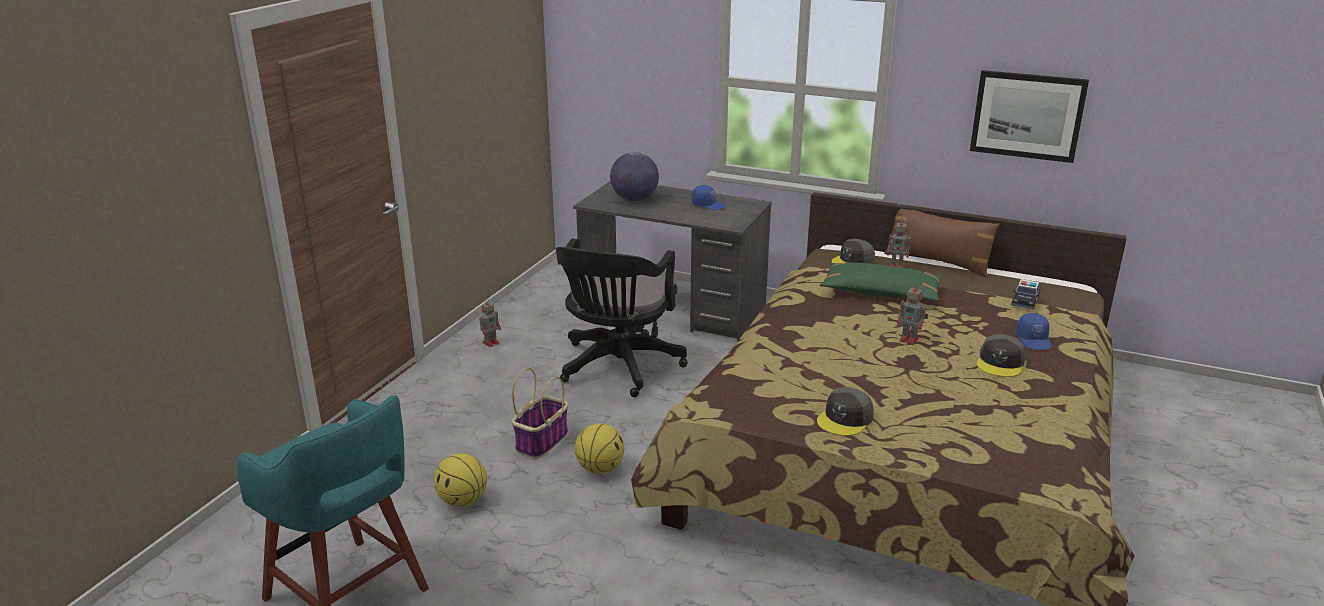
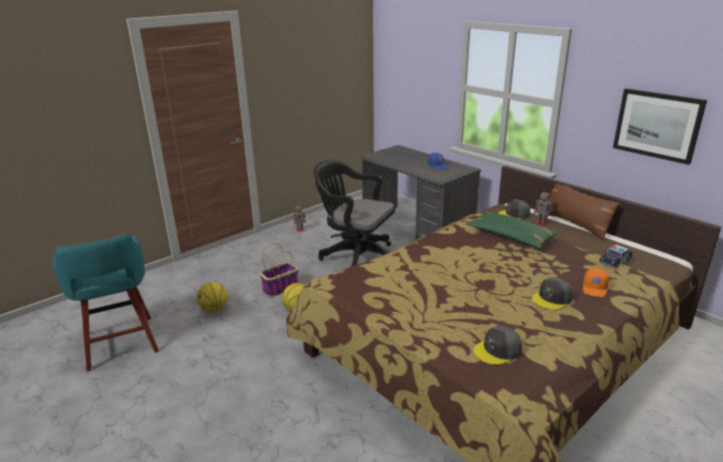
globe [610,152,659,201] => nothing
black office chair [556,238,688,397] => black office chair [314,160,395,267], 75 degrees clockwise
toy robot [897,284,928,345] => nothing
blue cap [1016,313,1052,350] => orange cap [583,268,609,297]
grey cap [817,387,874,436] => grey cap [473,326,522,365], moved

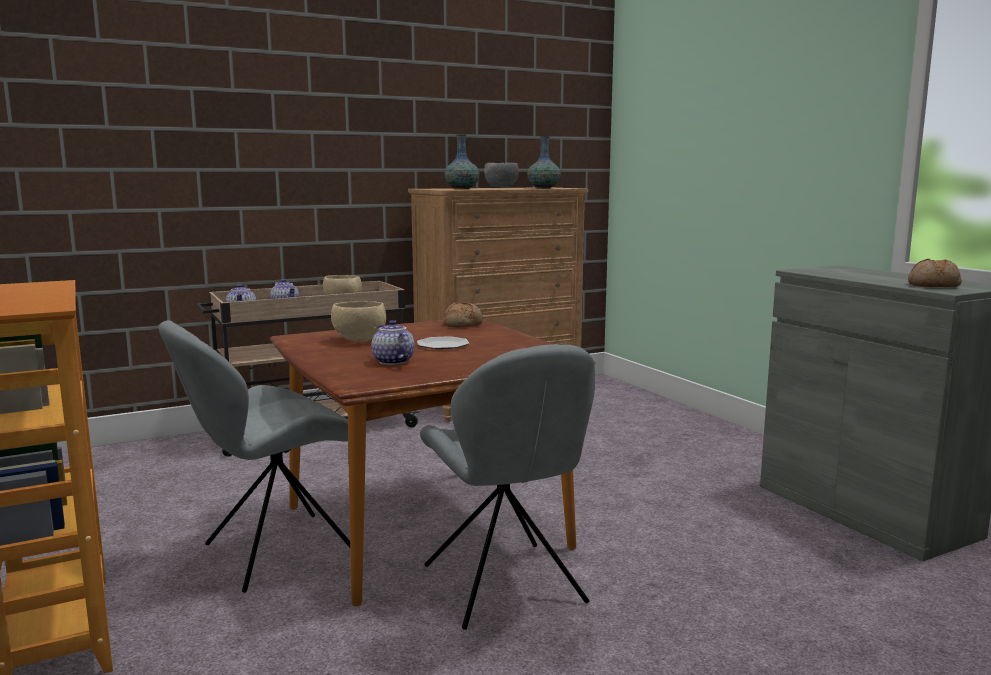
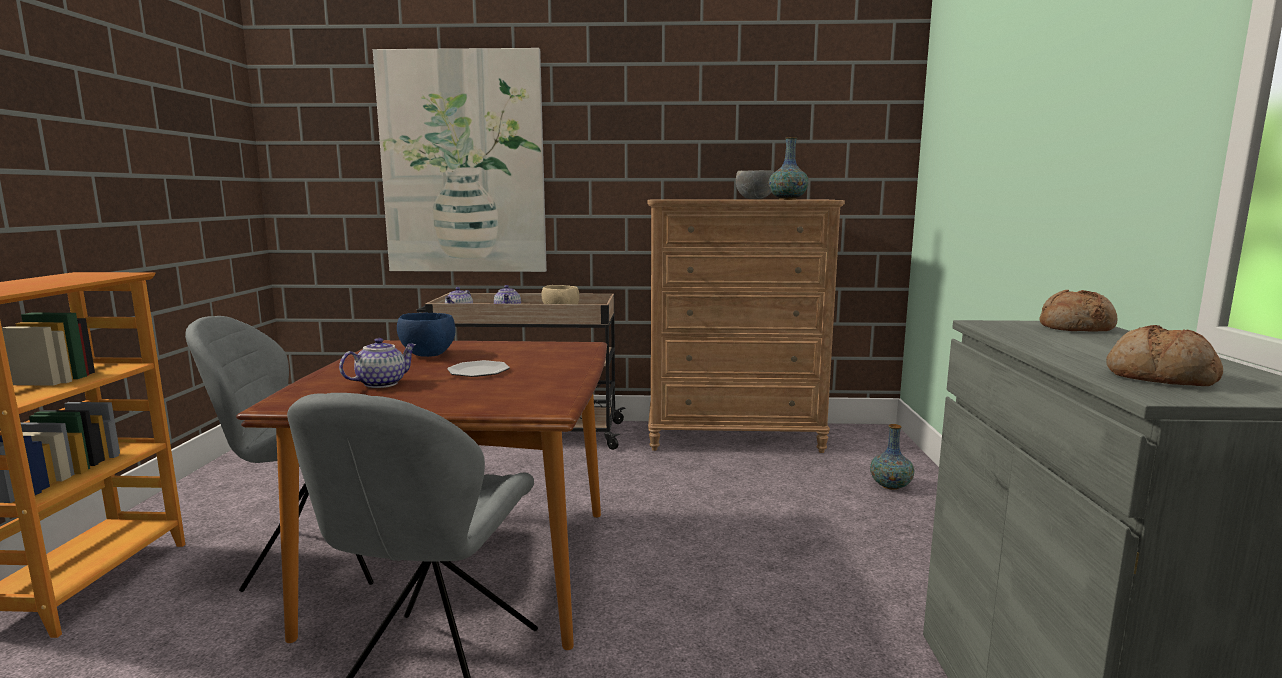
vase [445,134,480,189] => vase [870,424,914,490], moved
beige bowl [331,301,386,342] => blue bowl [397,313,456,357]
bread [443,302,483,327] => bread [1039,290,1118,332], moved
teapot [371,320,415,365] => teapot [339,338,417,388], 45 degrees clockwise
nothing => picture [373,48,547,272]

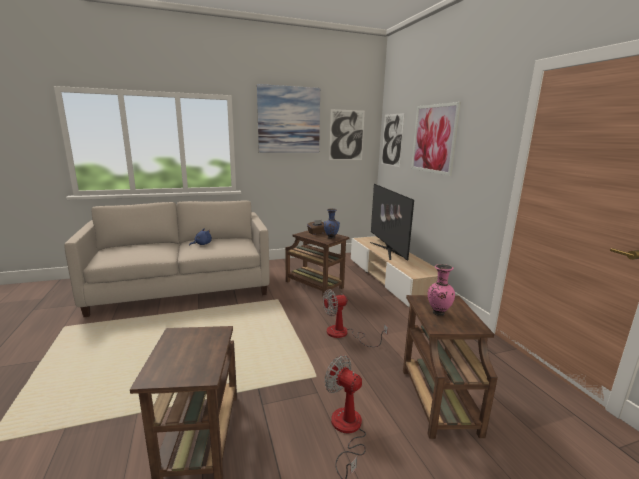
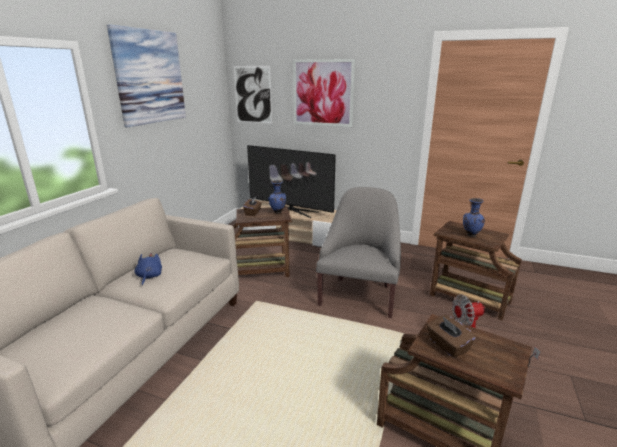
picture [329,109,365,160] => nothing
pink vase [428,264,455,316] => blue vase [463,198,485,238]
fan [323,289,388,347] => grey armchair [316,187,401,318]
nothing => brown tissue box [427,315,476,358]

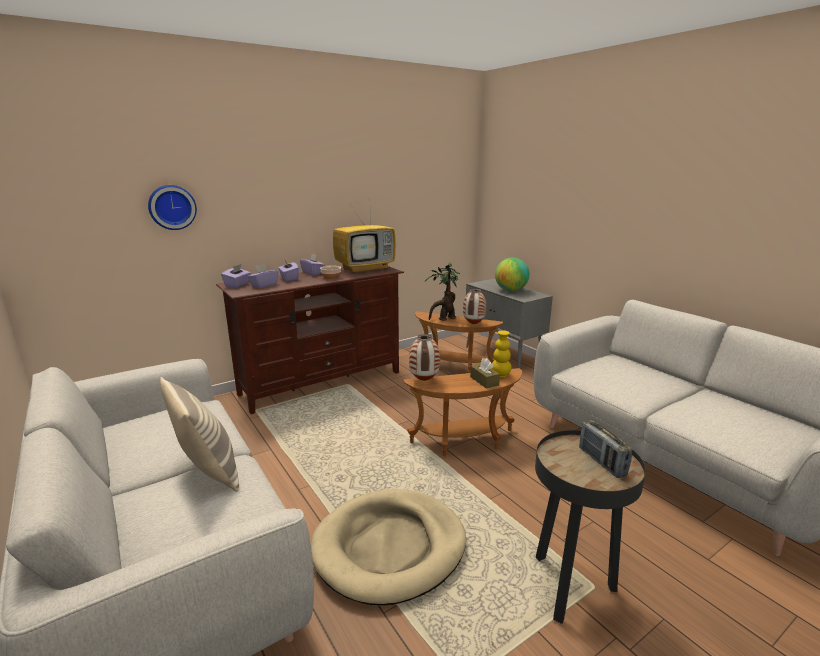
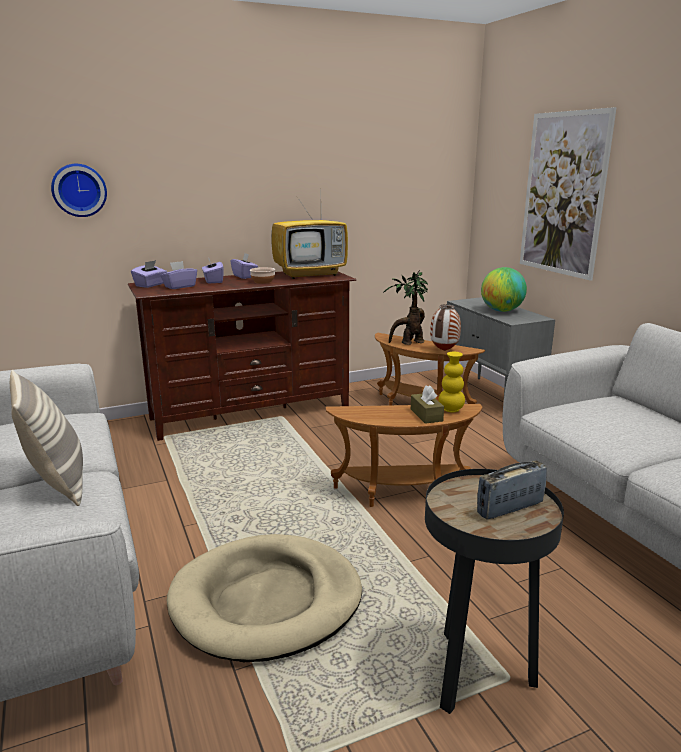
vase [409,334,440,381] => nothing
radio [579,420,632,478] => radio [477,460,547,520], 75 degrees clockwise
nothing => picture [520,107,617,281]

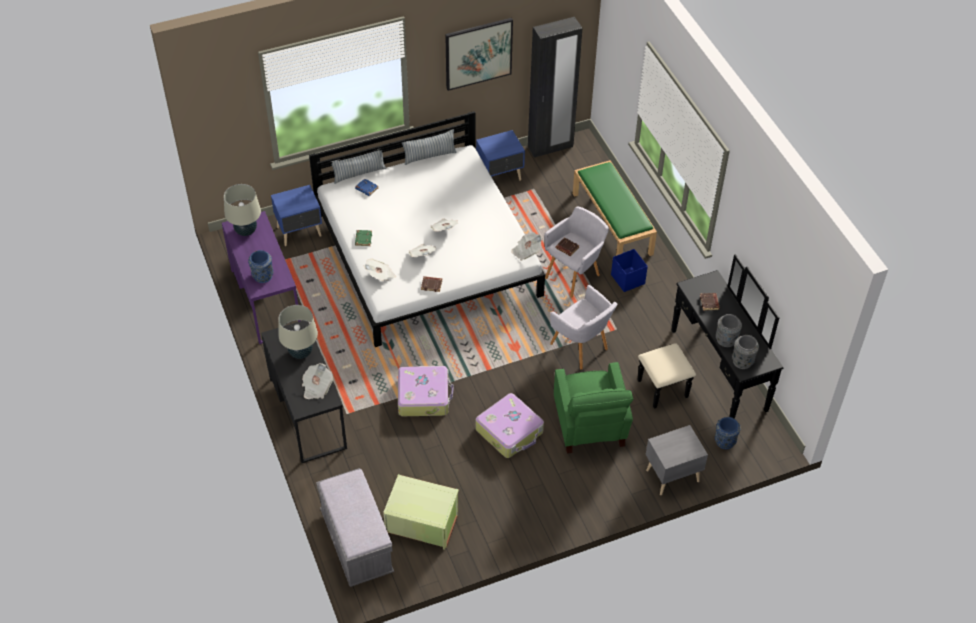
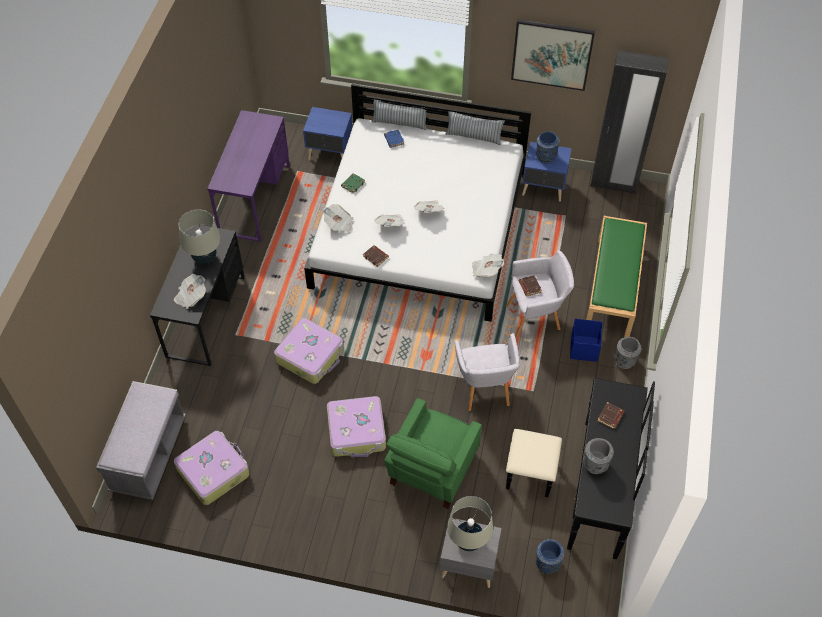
beige table lamp [224,184,261,236] => beige table lamp [447,496,493,551], moved
blue vase [248,250,273,283] => blue vase [536,131,560,164], moved
grey vase [732,335,759,369] => grey vase [614,337,641,369], moved
green storage box [383,474,459,550] => suitcase [174,431,249,505]

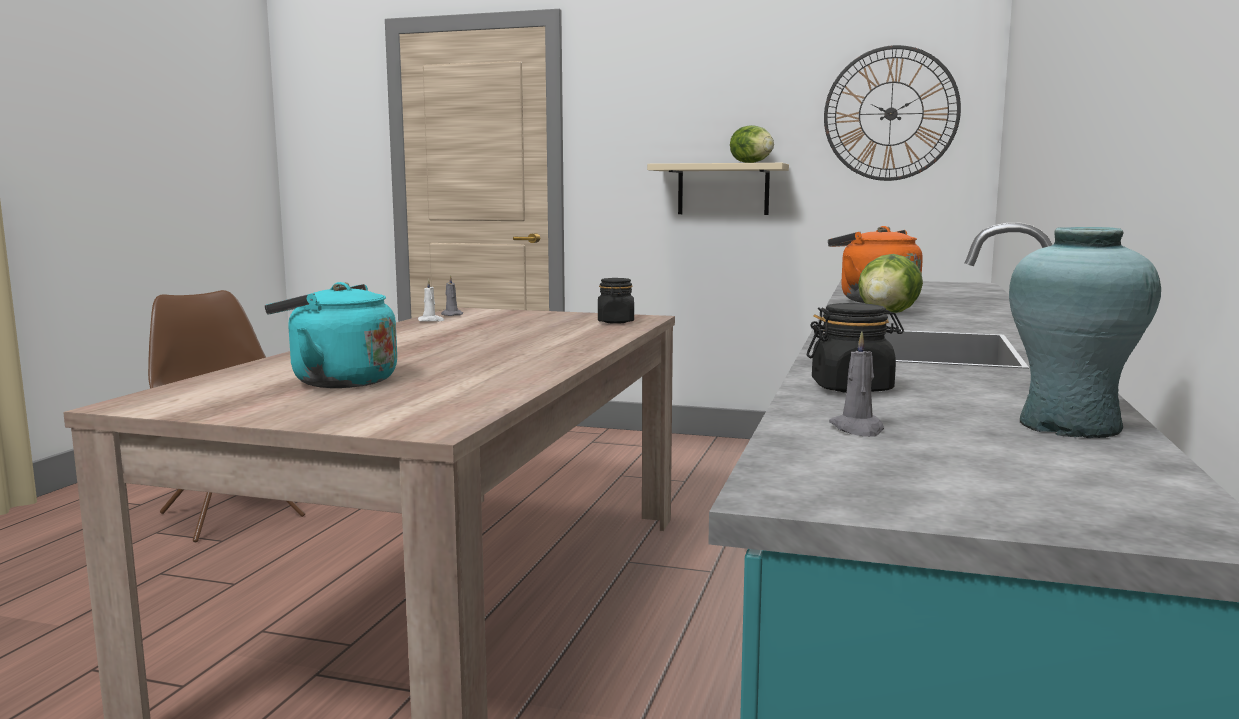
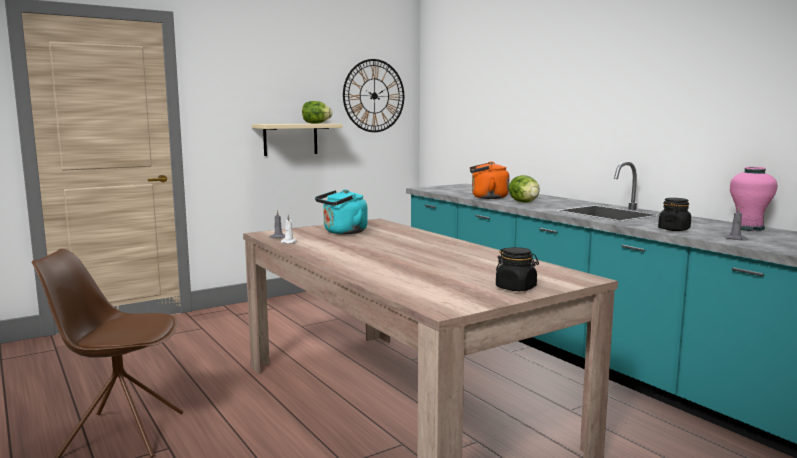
turquoise vase [1009,227,1161,438] => pink vase [730,167,777,231]
black jar [598,278,634,324] => black jar [496,247,539,291], moved
turquoise kettle [265,282,397,388] => turquoise kettle [315,189,368,234], moved

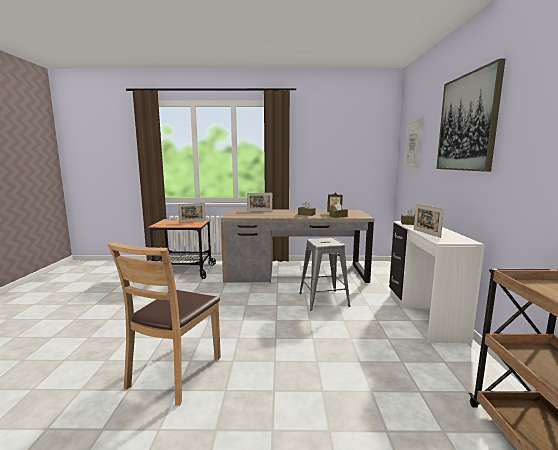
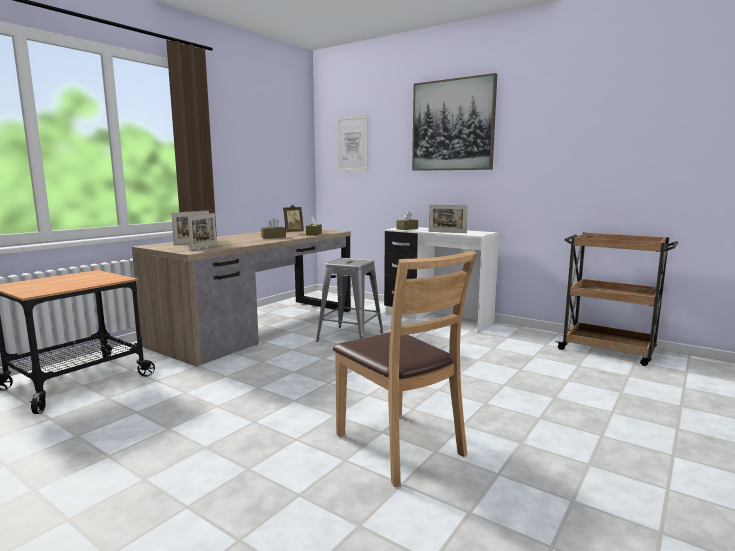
picture frame [178,203,206,223] => picture frame [188,213,217,250], moved

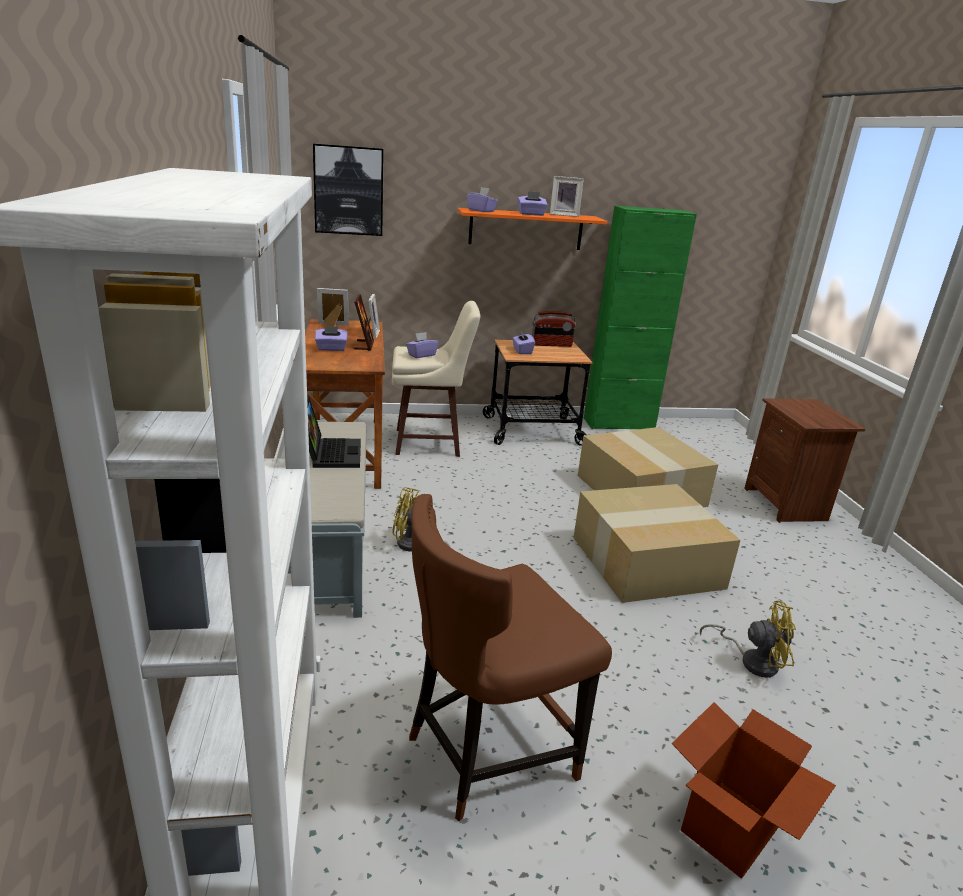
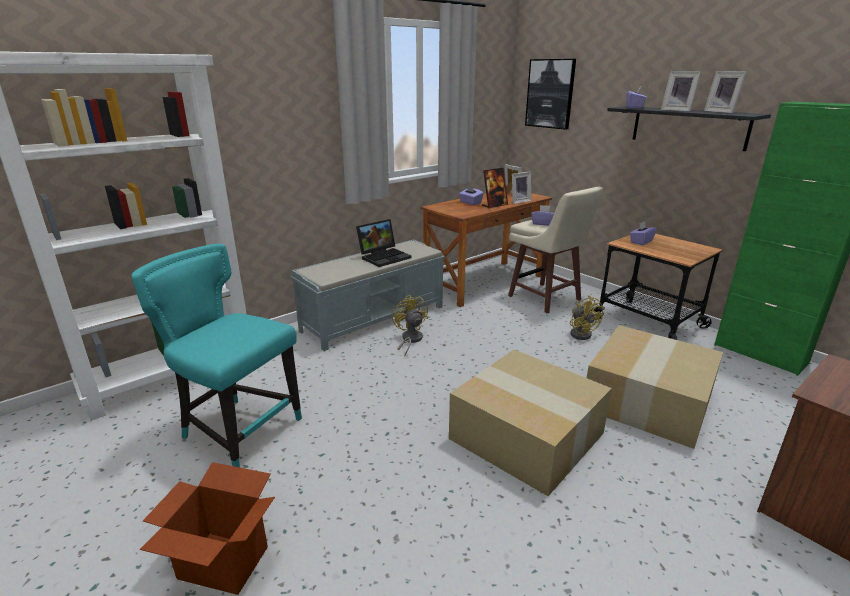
purple tissue box [518,191,548,216] => picture frame [661,71,702,112]
orange shelf [458,208,608,250] => black shelf [607,106,771,151]
radio [532,311,576,347] => nothing
brown chair [409,494,612,822] => turquoise chair [131,244,302,467]
yellow fan [700,600,796,677] => yellow fan [570,295,604,340], moved

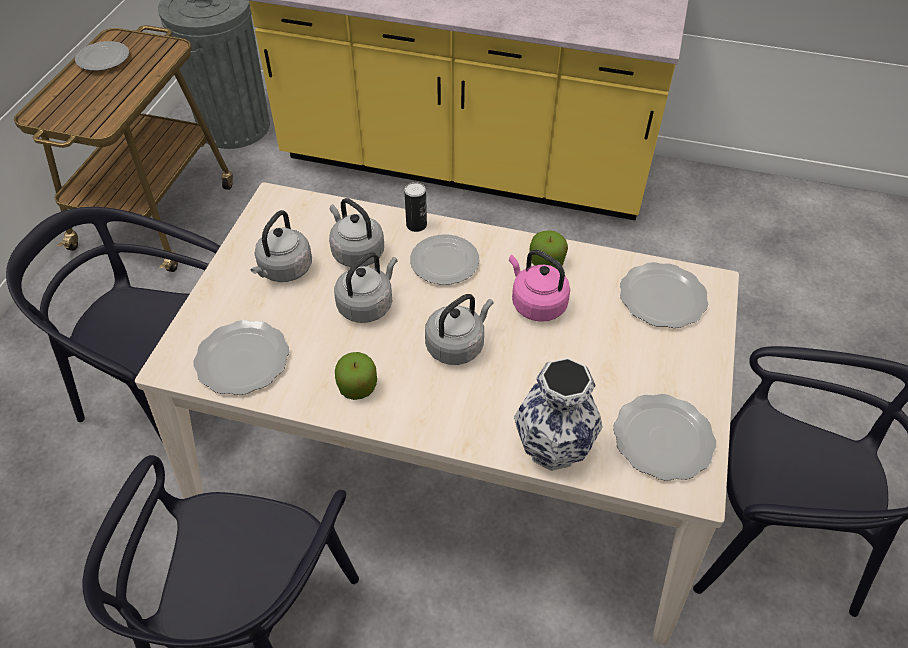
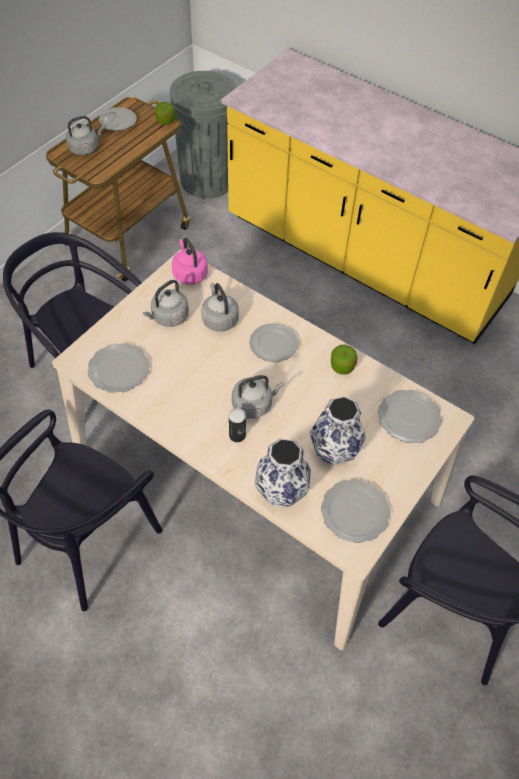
can [404,182,427,232] => can [229,408,246,442], moved
pink kettle [509,250,570,322] => pink kettle [172,238,208,285], moved
grey kettle [334,252,398,323] => grey kettle [66,116,104,155], moved
apple [335,352,377,400] => apple [155,102,175,125], moved
nothing => vase [310,396,366,466]

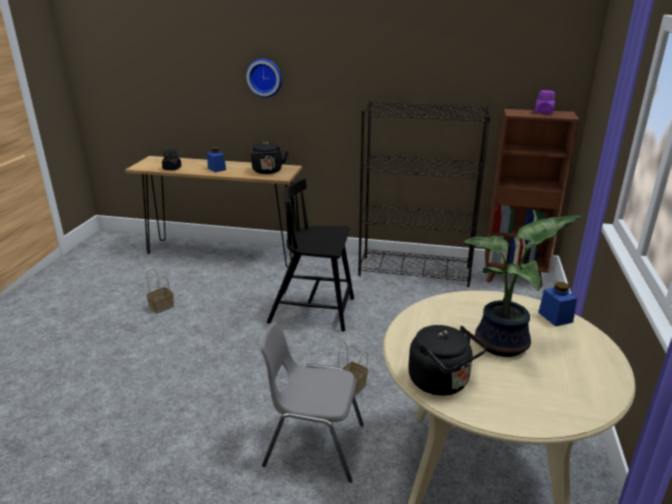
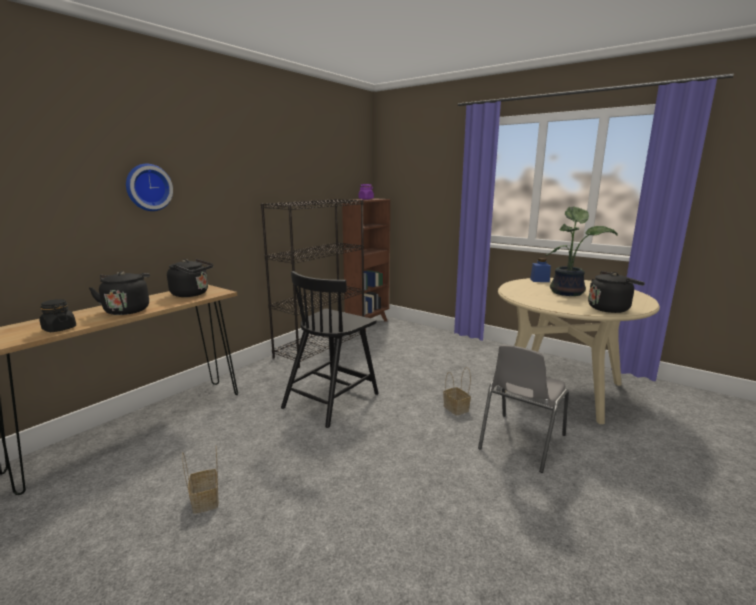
blue jar [207,147,226,172] => black kettle [89,271,150,315]

